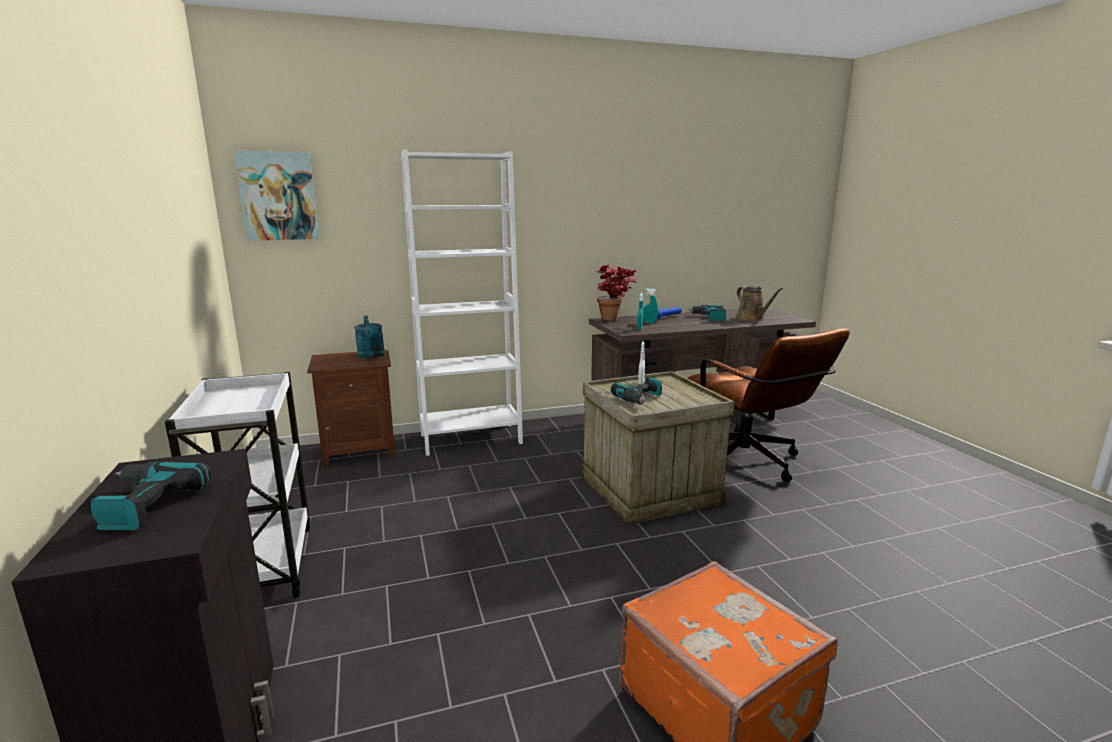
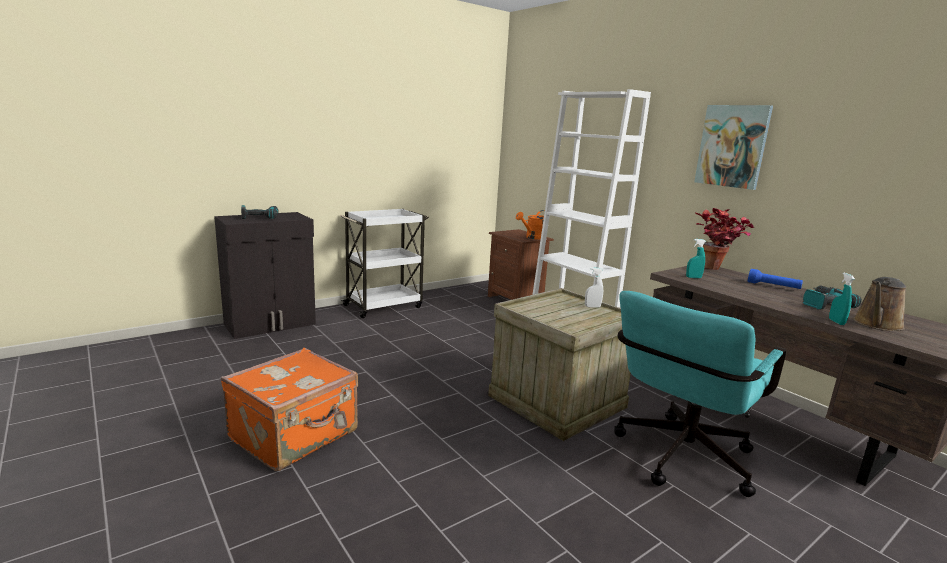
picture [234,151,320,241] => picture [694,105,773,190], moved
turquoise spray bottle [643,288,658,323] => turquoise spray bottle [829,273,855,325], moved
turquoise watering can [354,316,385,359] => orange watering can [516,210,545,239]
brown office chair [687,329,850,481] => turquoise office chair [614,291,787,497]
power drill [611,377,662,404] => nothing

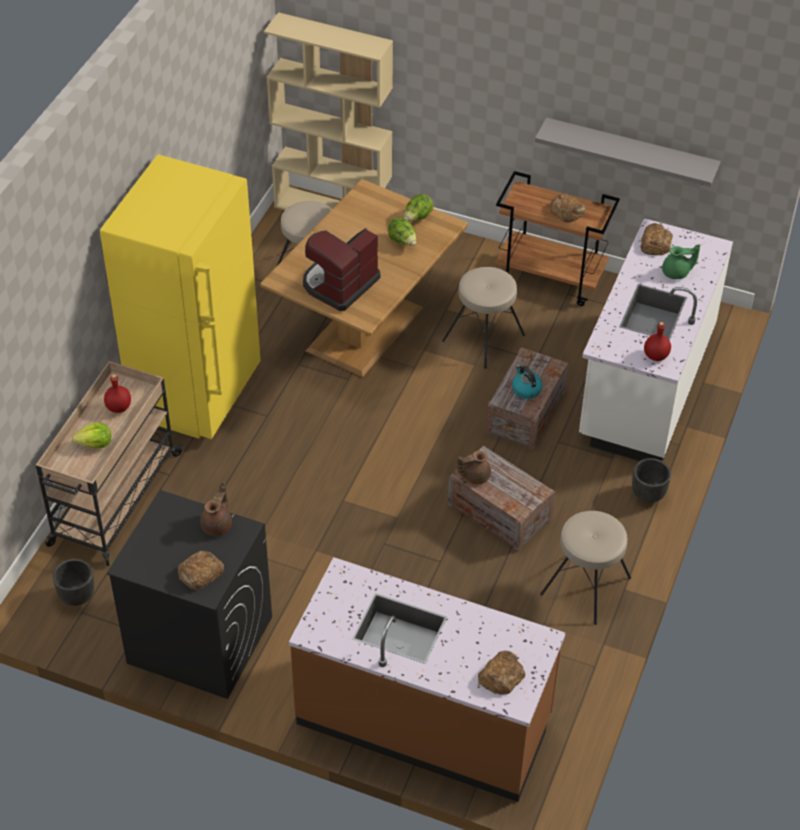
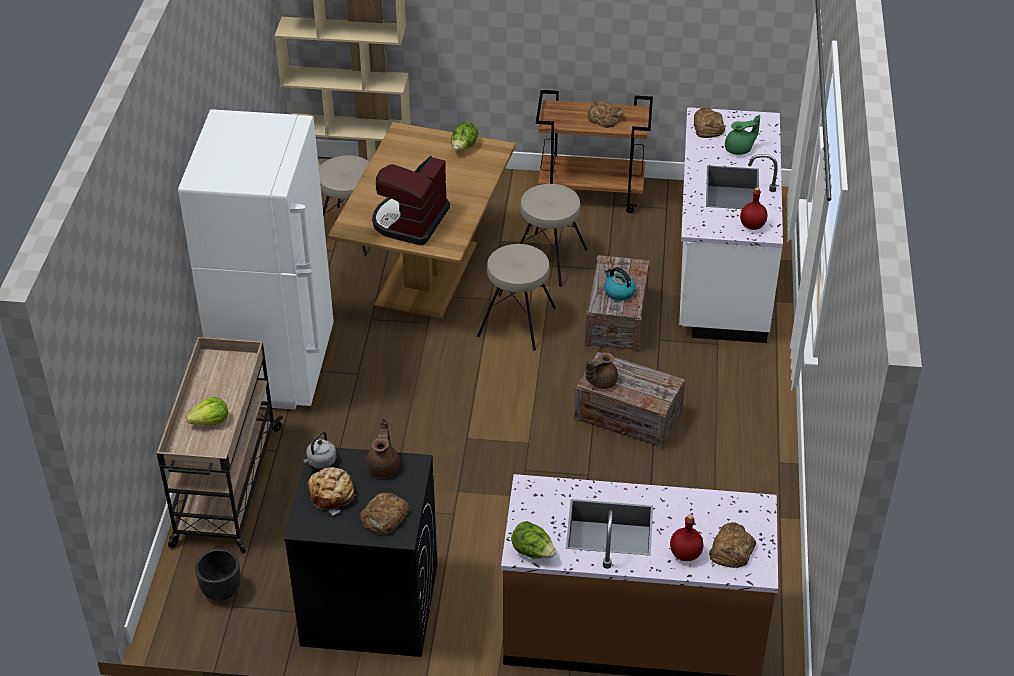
grey shelf [535,117,720,187] => nothing
yellow fridge [100,154,261,439] => white fridge [178,109,334,410]
lettuce [388,217,416,246] => lettuce [511,521,556,559], moved
red bottle [104,374,131,413] => red bottle [670,514,703,561], moved
black planter [632,458,671,503] => nothing
beige stool [540,511,631,625] => beige stool [477,244,556,351], moved
nothing => grey kettle [303,431,336,469]
nothing => bread [308,467,355,515]

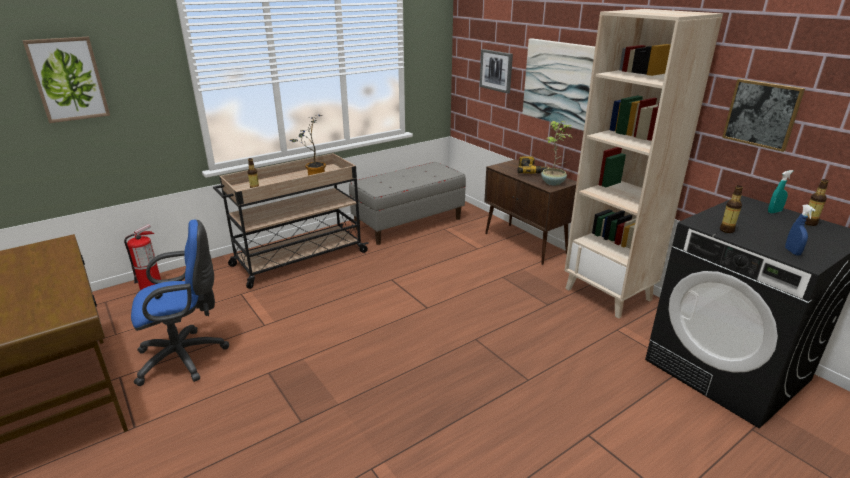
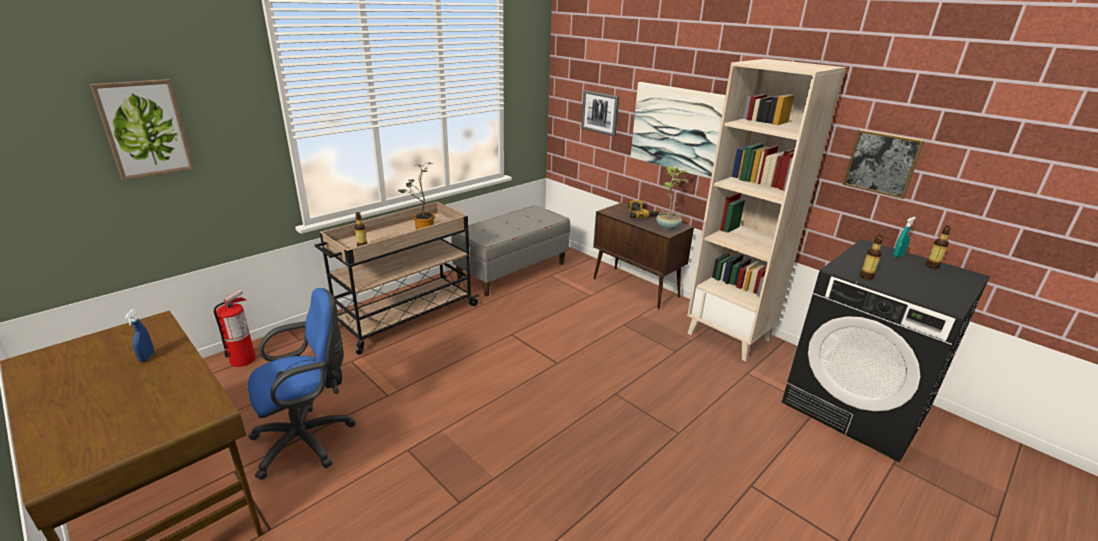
blue spray bottle [785,204,815,255] => blue spray bottle [125,309,154,362], moved

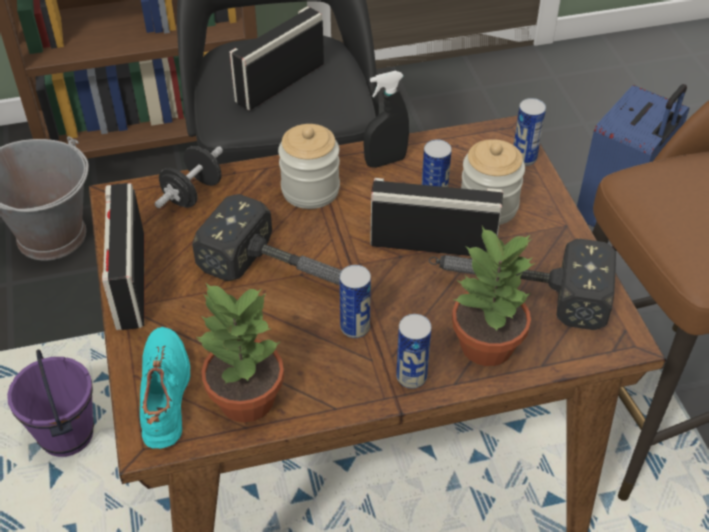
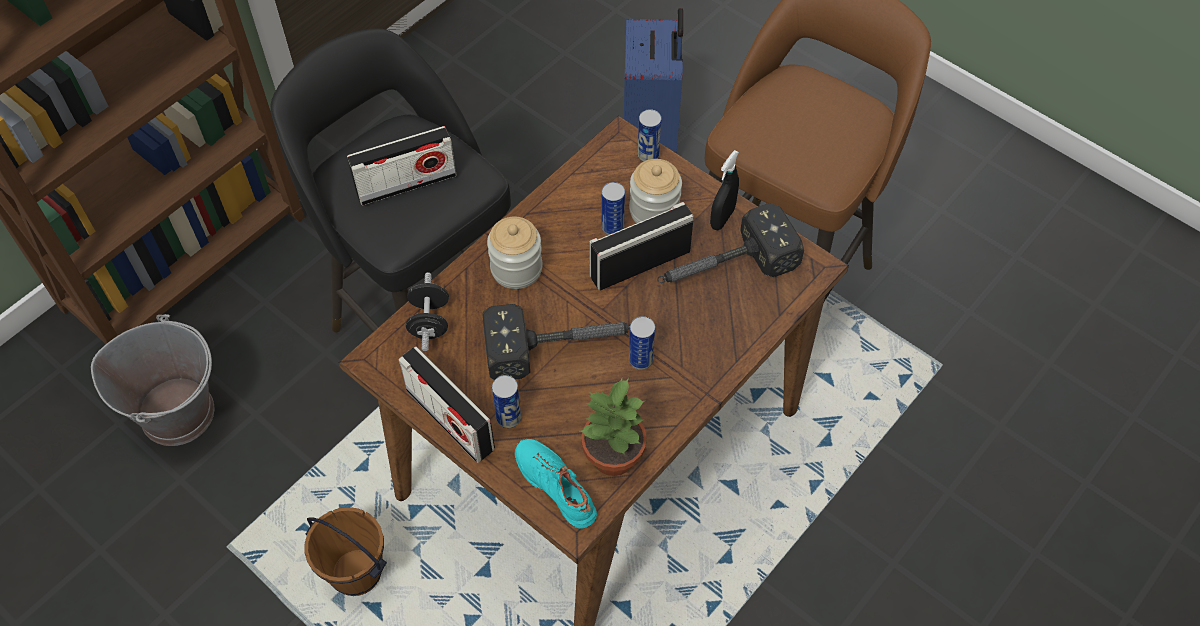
radio [230,6,324,110] => radio [347,126,456,205], 120 degrees counterclockwise
black spray bottle [363,71,409,168] => black spray bottle [710,150,739,230], moved
potted plant [452,226,535,366] => nothing
can [396,314,432,389] => can [492,375,521,428], moved
purple bucket [7,349,94,457] => brown bucket [304,507,387,596]

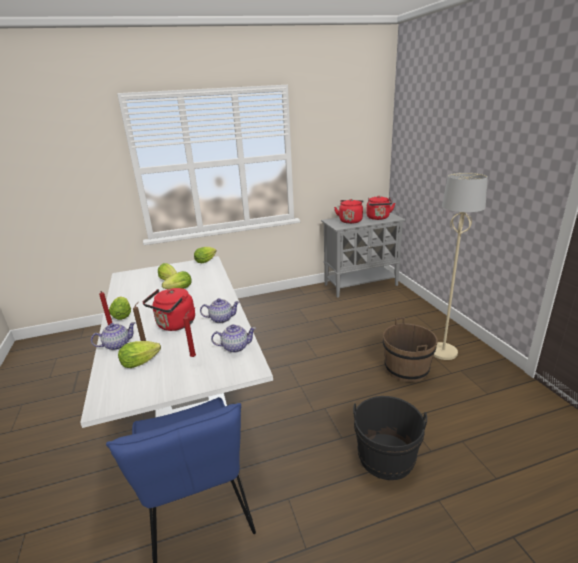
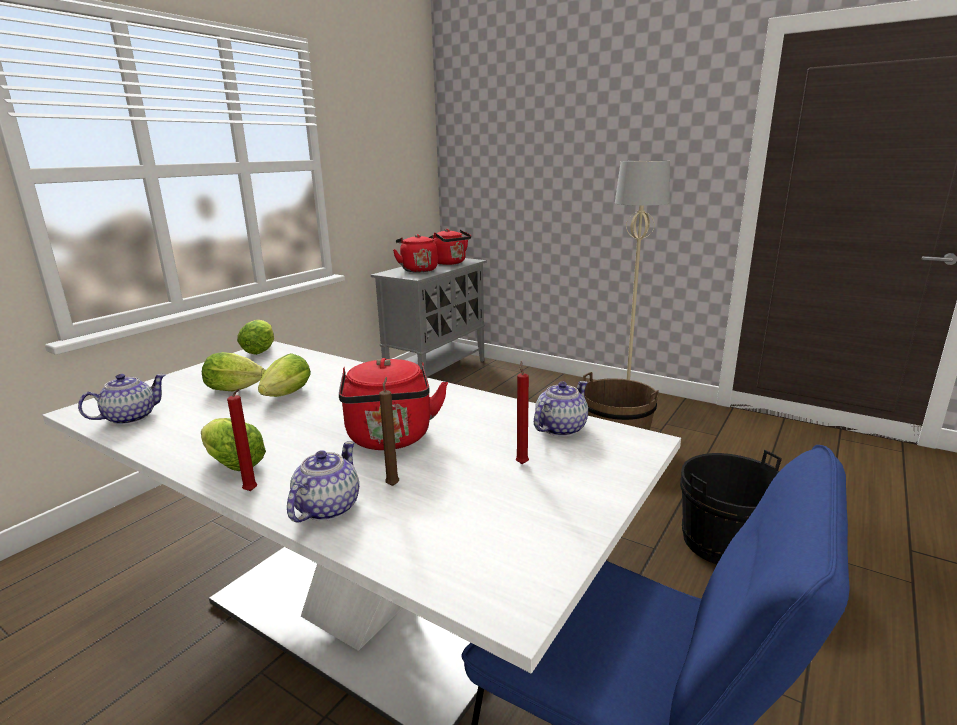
teapot [200,298,240,323] => teapot [78,374,166,425], moved
lettuce [118,341,161,368] => nothing

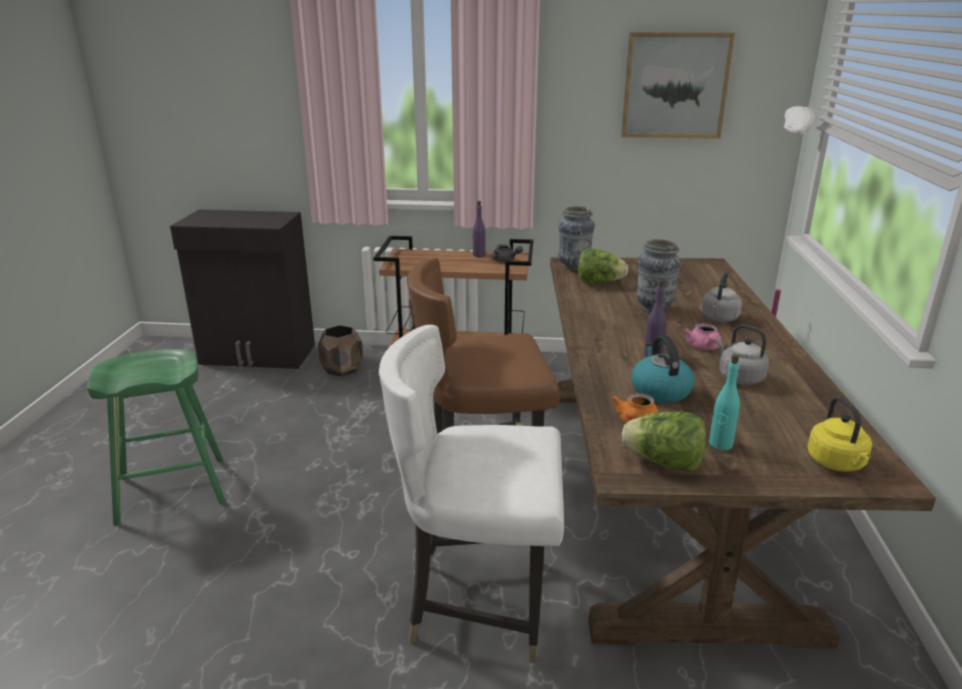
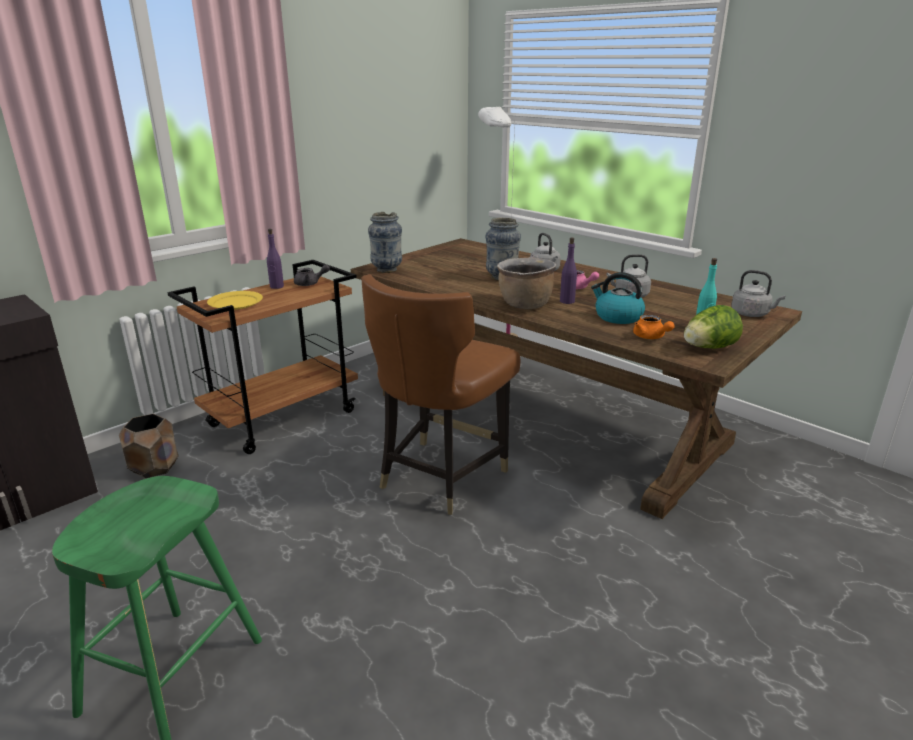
picture [621,32,735,139] => nothing
lettuce [578,249,628,284] => nothing
white chair [379,325,564,663] => nothing
yellow kettle [807,397,872,472] => grey kettle [731,270,785,317]
nothing => brown cooking pot [497,257,556,309]
nothing => yellow plate [207,291,263,310]

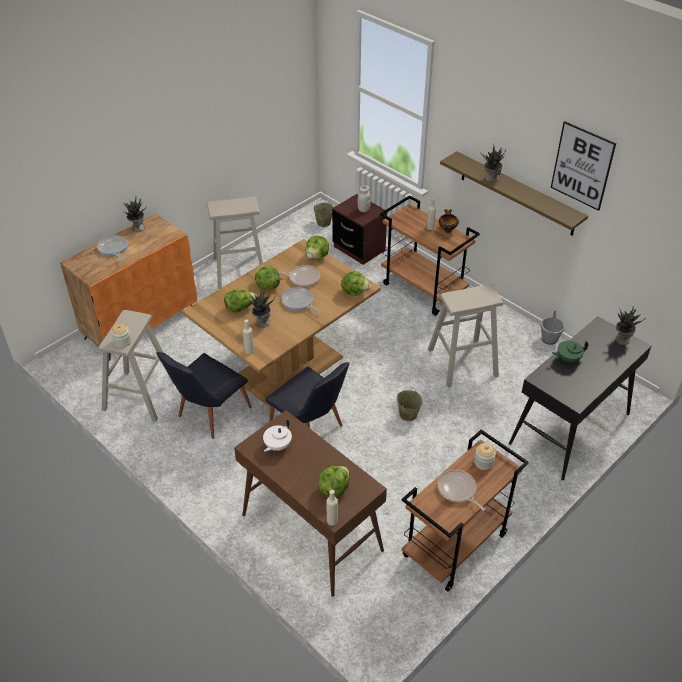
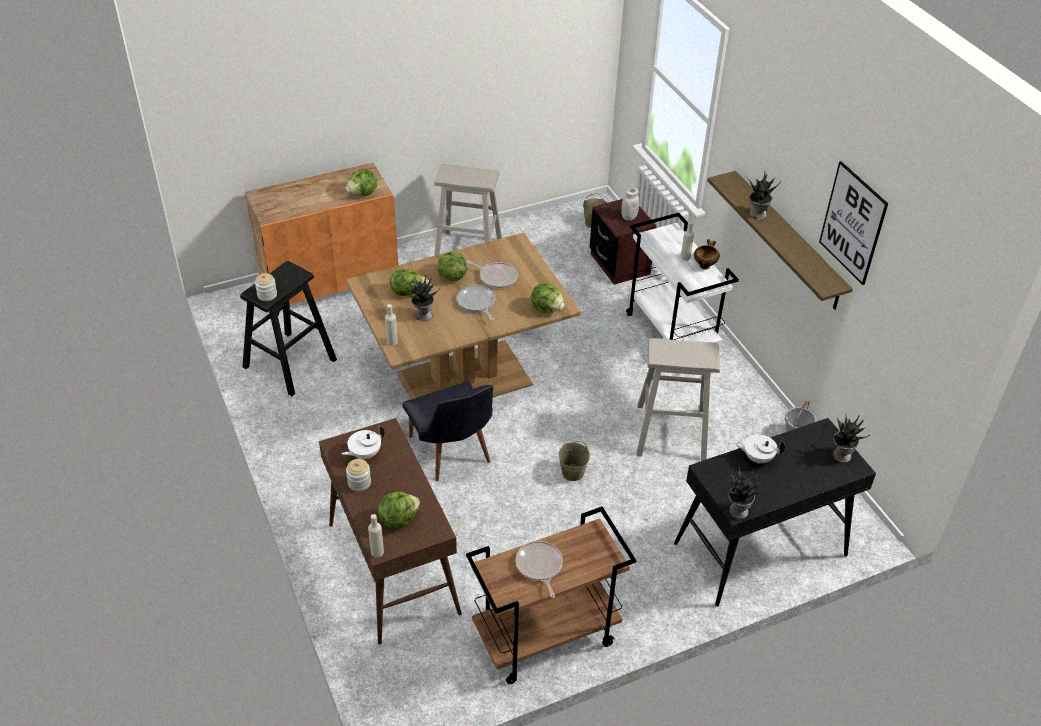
brown cart [380,195,480,316] => white cart [626,213,739,344]
potted plant [123,196,147,232] => potted plant [728,467,765,519], moved
frying pan [97,235,128,261] => nothing
lettuce [306,236,329,259] => lettuce [346,169,377,196], moved
beige stool [98,310,174,422] => black stool [240,261,337,396]
green teapot [552,341,588,363] => white teapot [735,434,785,464]
black chair [156,352,252,439] => nothing
jar [474,443,496,470] => jar [346,459,371,492], moved

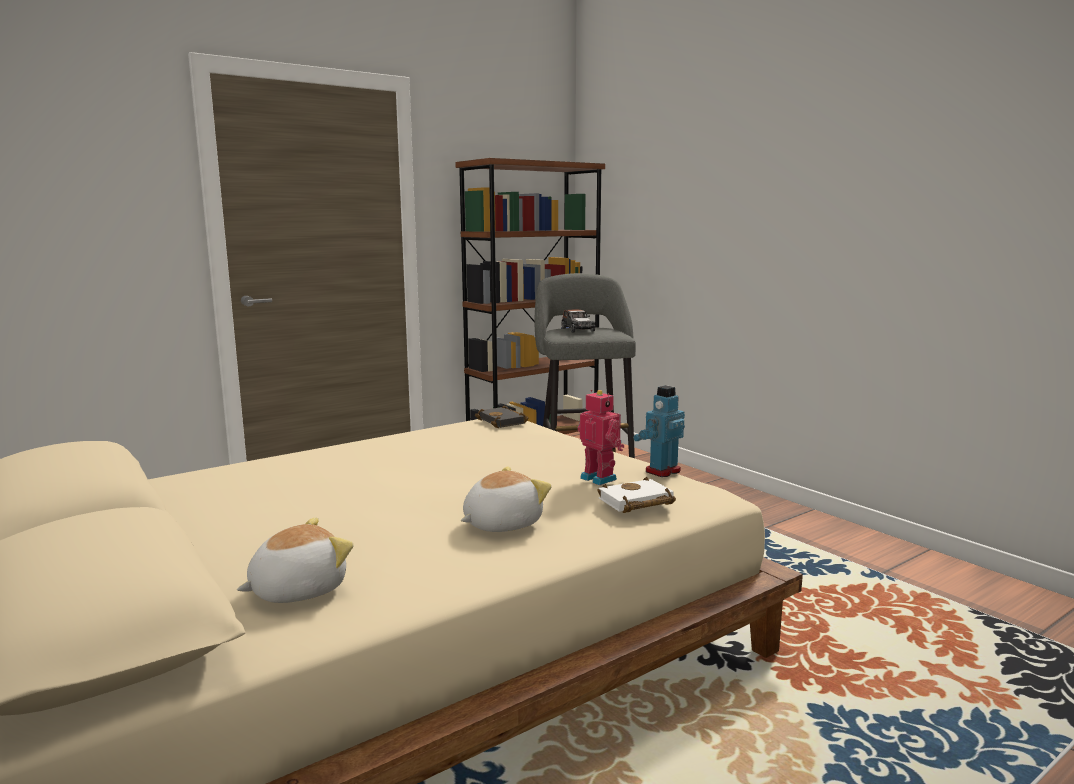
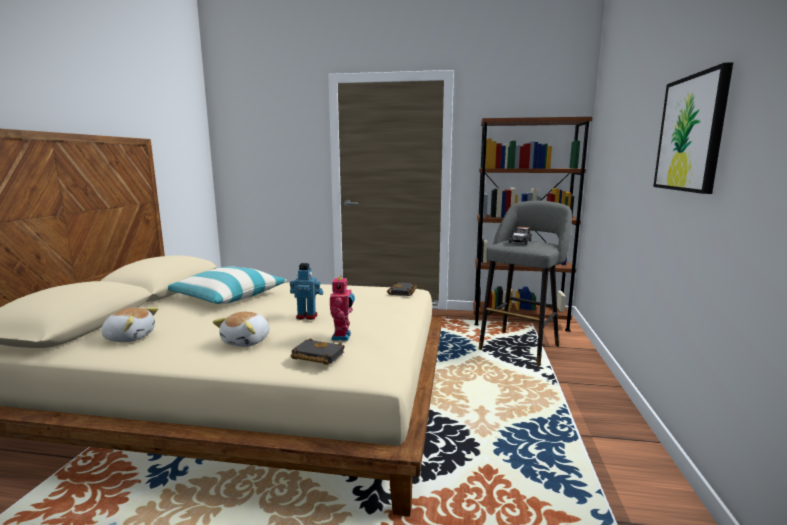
toy robot [633,385,685,477] => toy robot [290,263,323,320], moved
plush toy [461,466,552,532] => plush toy [213,312,270,347], 105 degrees clockwise
white book [597,477,676,513] => black book [291,338,345,365]
nothing => picture [653,62,733,194]
nothing => pillow [168,266,287,304]

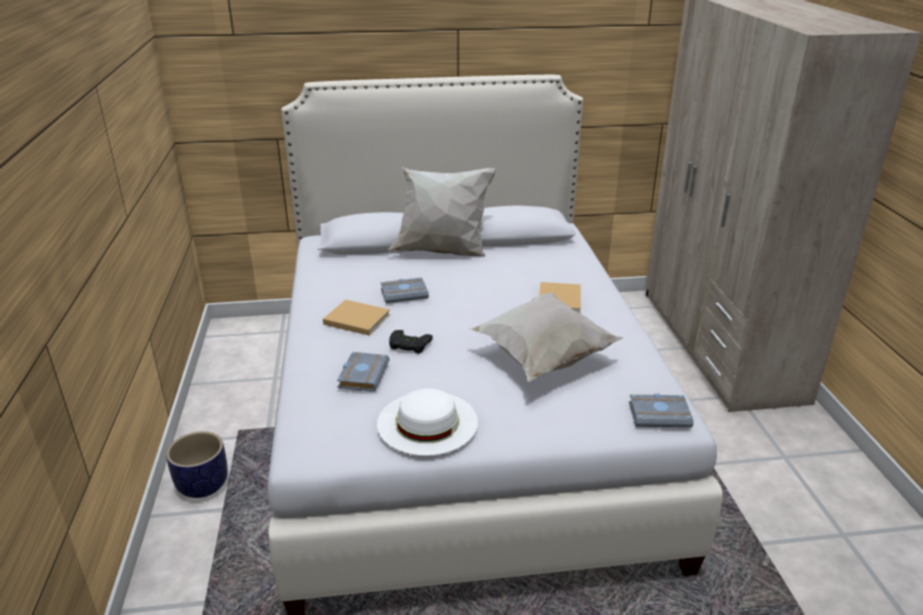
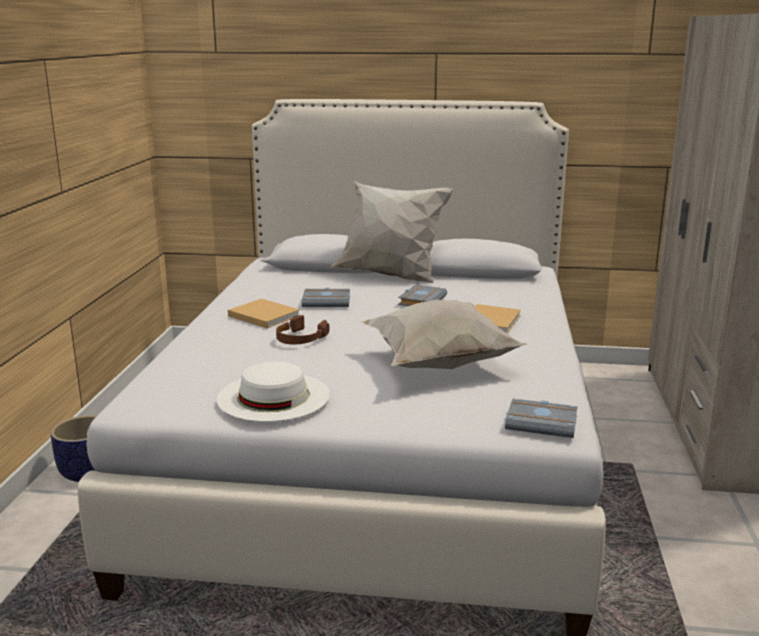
black game controller [389,330,433,354] => brown headphones [276,315,329,345]
grey book [337,352,390,392] => grey book [398,285,447,306], moved

